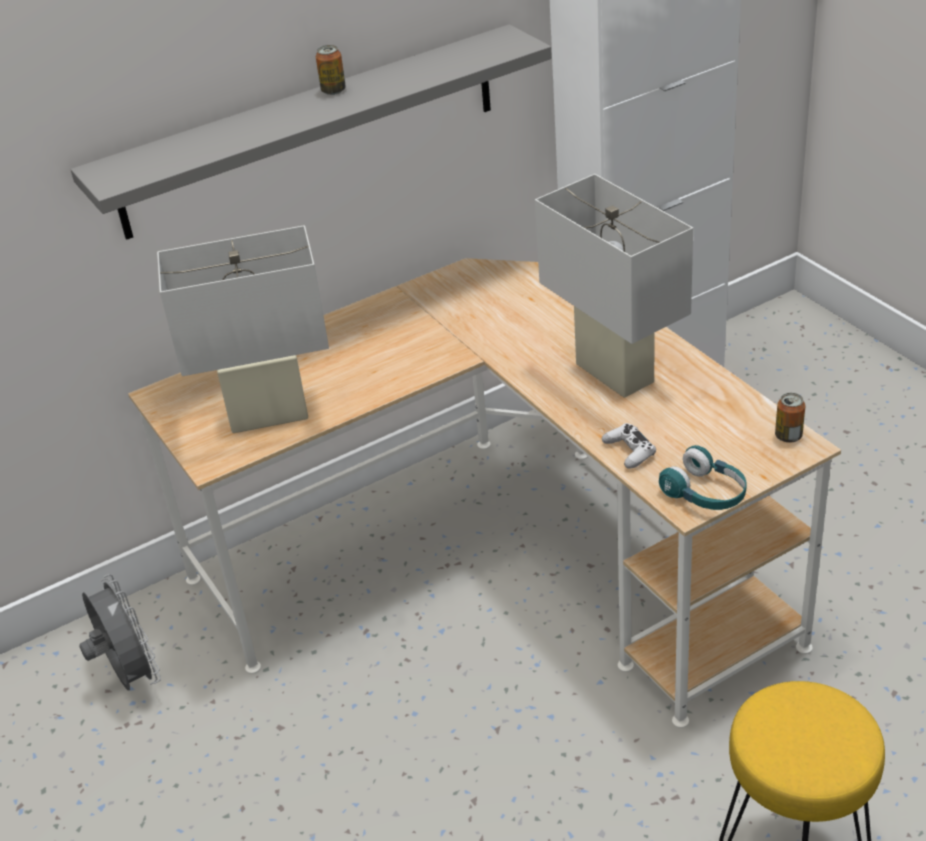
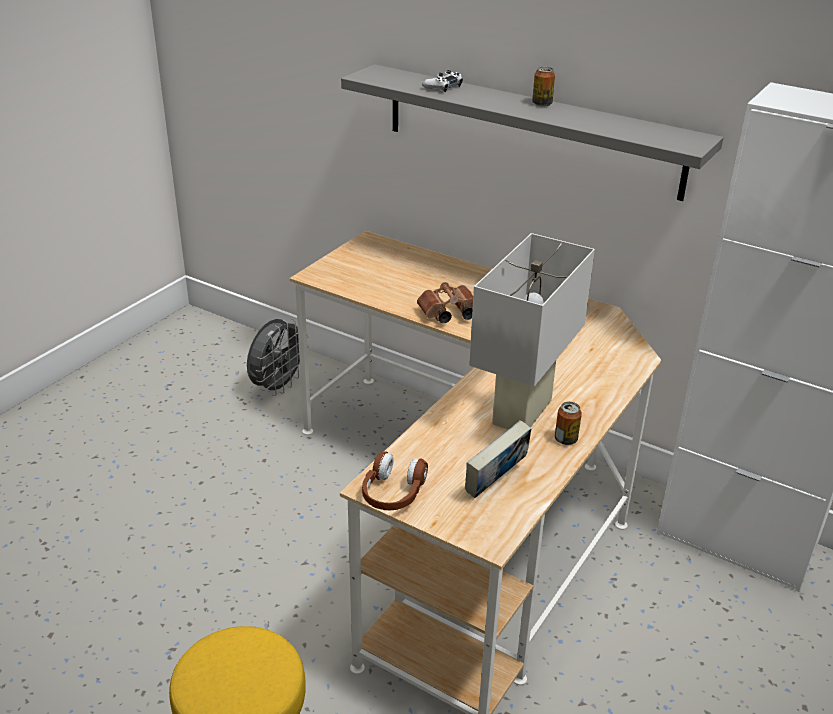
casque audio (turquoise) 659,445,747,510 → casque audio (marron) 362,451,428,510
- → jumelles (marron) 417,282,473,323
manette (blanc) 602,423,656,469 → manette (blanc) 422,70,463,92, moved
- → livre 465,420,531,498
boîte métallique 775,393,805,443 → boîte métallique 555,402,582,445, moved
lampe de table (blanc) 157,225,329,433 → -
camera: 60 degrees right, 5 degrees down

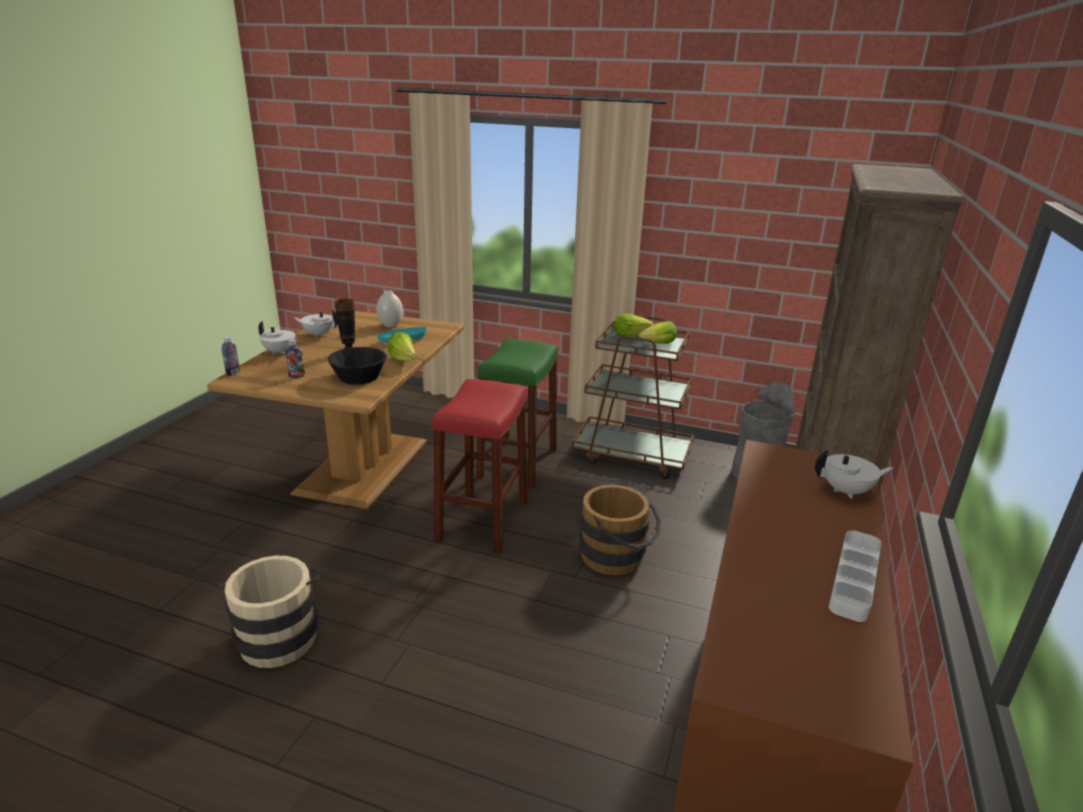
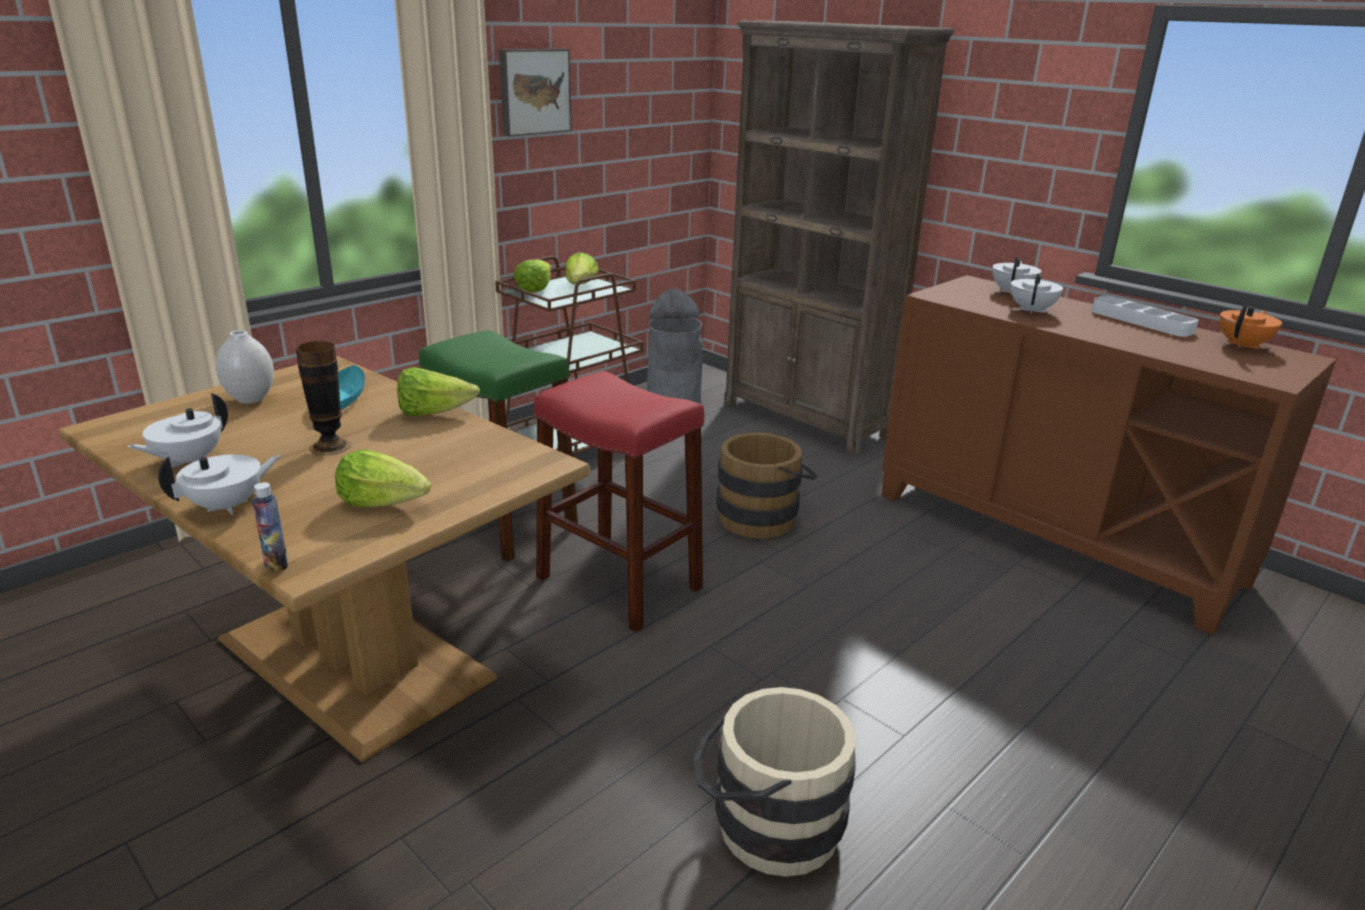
bouteille 285,339,305,378 → laitue 335,449,431,507
- → tableau 499,49,572,137
- → théière (blanc) 1011,274,1063,314
- → théière (orange) 1219,304,1282,350
bol (noir) 327,347,387,385 → -
camera: 65 degrees left, 0 degrees up

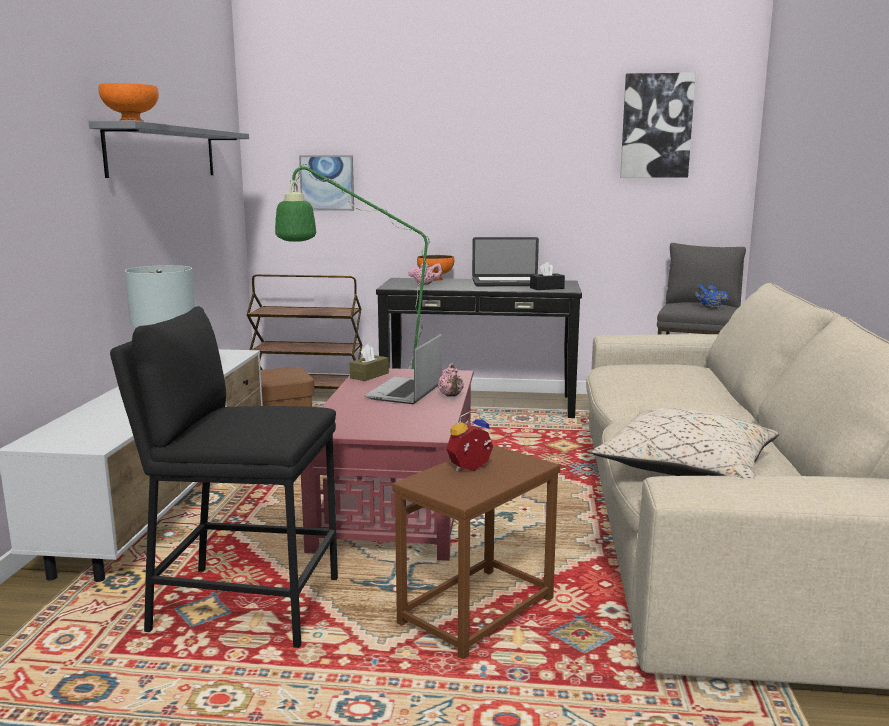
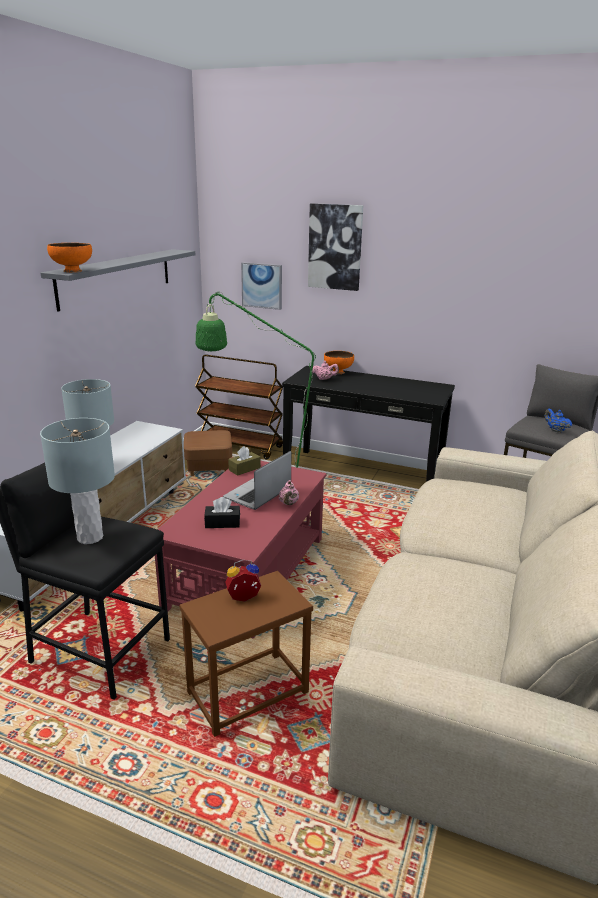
- → lampe de table (gris) 40,418,115,544
boîte à mouchoirs (noir) 530,262,565,290 → boîte à mouchoirs (noir) 204,497,240,528, moved
tableau 620,73,696,178 → tableau 308,203,364,291, moved
ordinateur portable 472,237,539,286 → -
coussin (beige) 592,408,779,479 → -
camera: 15 degrees right, 10 degrees up

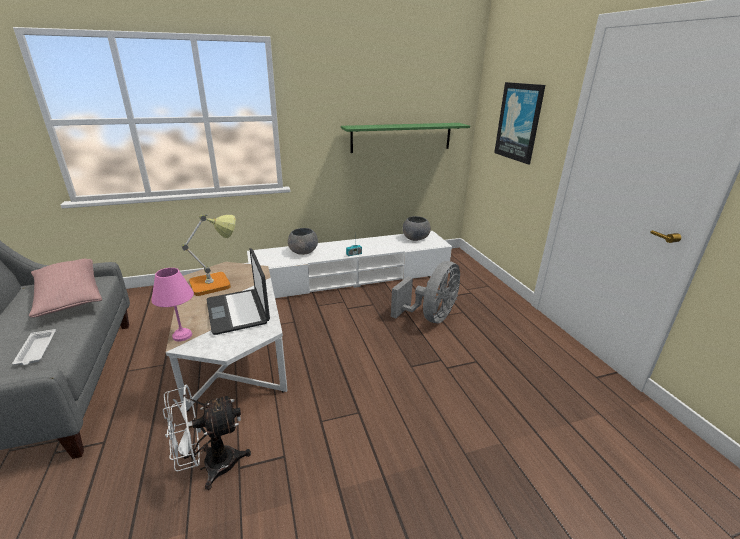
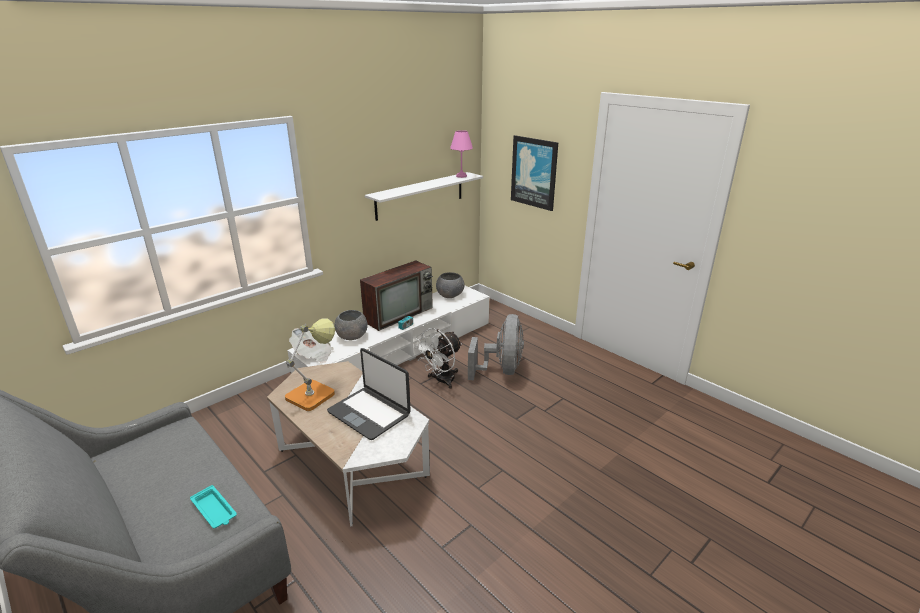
plateau (blanc) 12,329,56,365 → plateau (turquoise) 190,485,237,528
- → journal 289,328,334,363
- → téléviseur 360,260,433,331
étagère (vert) 341,123,470,153 → étagère (blanc) 365,172,483,221
ventilateur (blanc) 163,385,251,490 → ventilateur (blanc) 414,328,462,389, moved
lampe de table (rose) 151,268,194,341 → lampe de table (rose) 450,130,473,178, moved
coussin (rose) 29,259,102,318 → -
camera: 25 degrees left, 0 degrees up

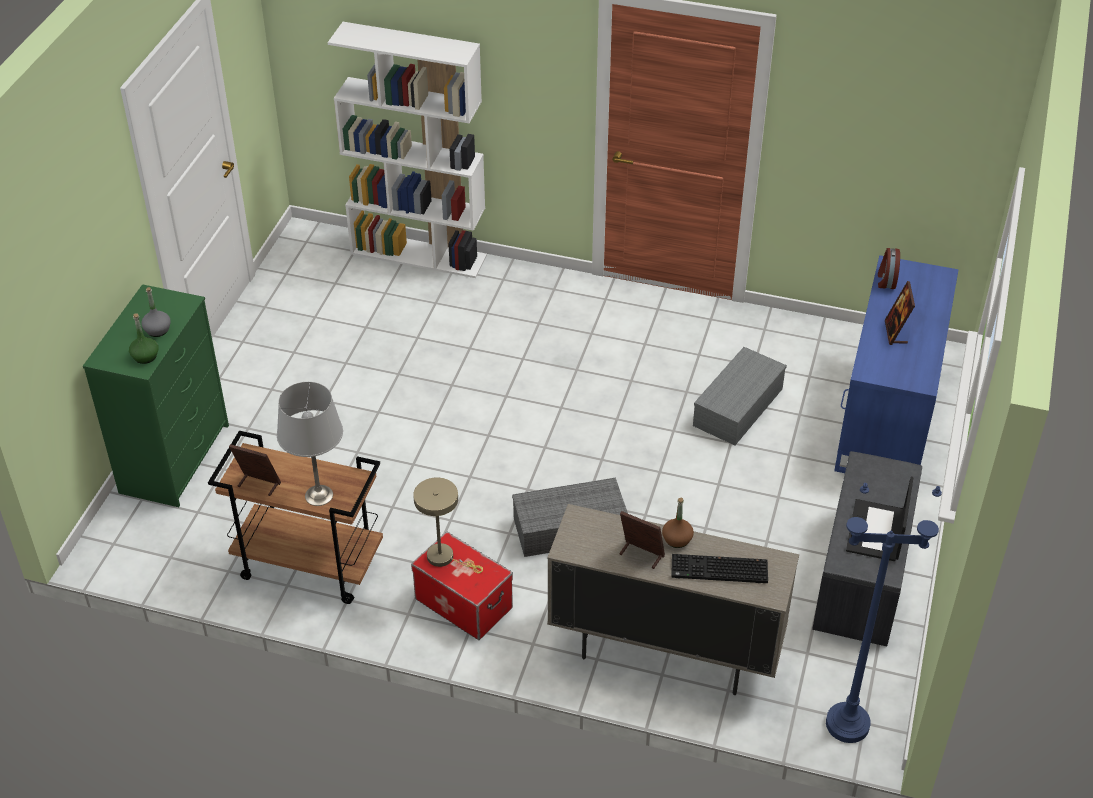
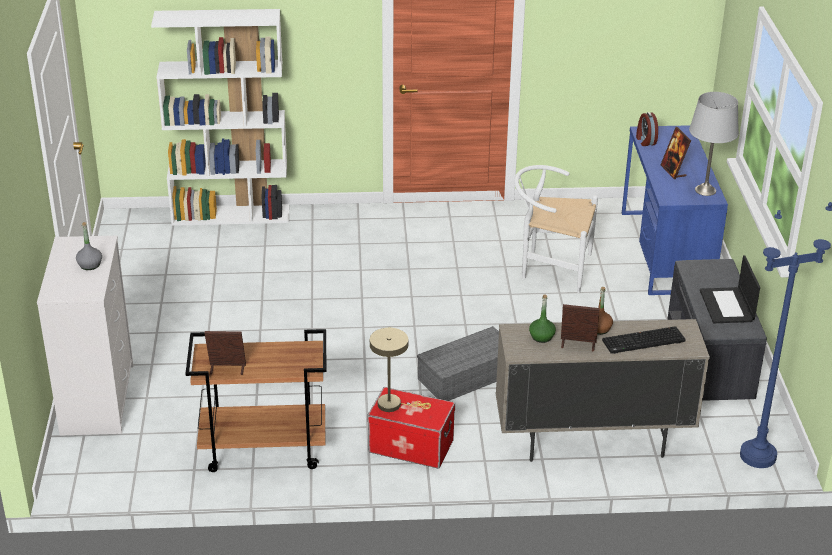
commode (vert) 83,284,229,507 → commode (blanc) 37,236,133,436
boîte de rangement (gris) 693,347,787,445 → chaise (blanc) 514,165,598,293
bouteille (vert) 129,313,158,364 → bouteille (vert) 529,295,556,343, moved
lampe de table (gris) 277,382,343,506 → lampe de table (gris) 689,92,739,196, moved
camera: 20 degrees left, 10 degrees down

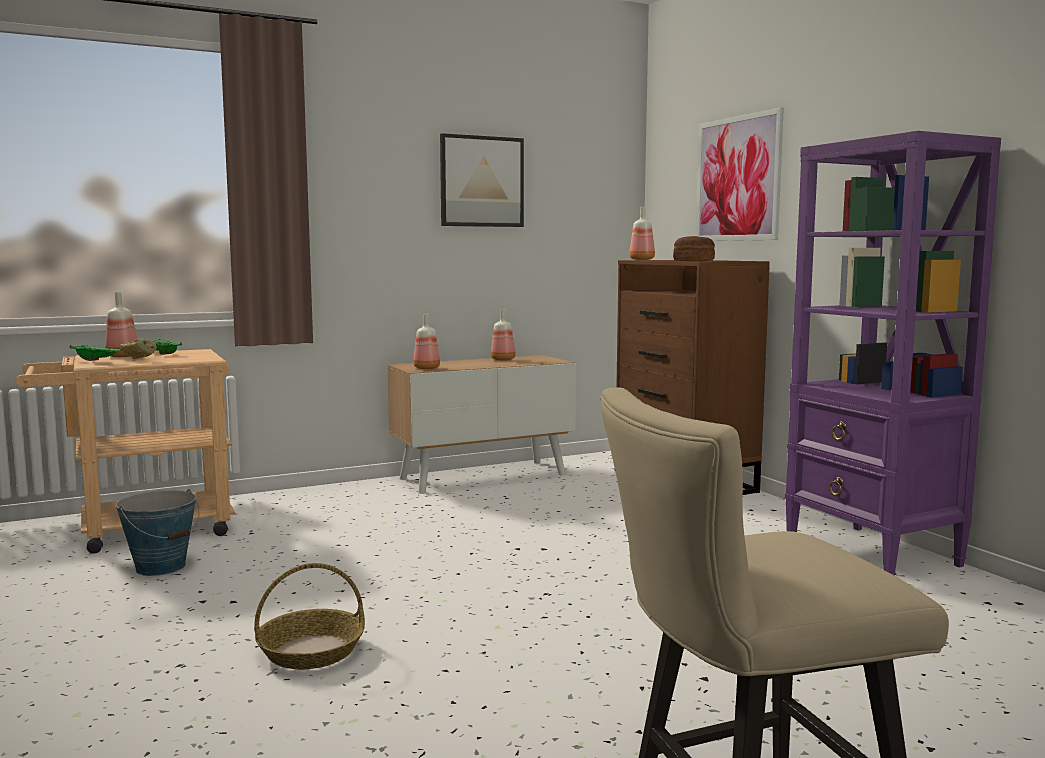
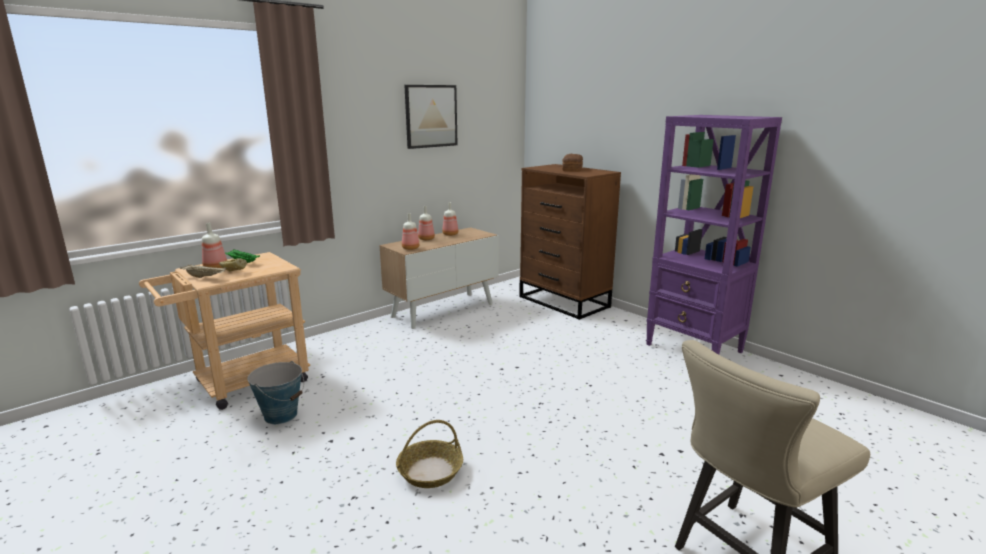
plateau (vert) 69,345,122,361 → plateau (beige) 180,264,226,278
bouteille 629,207,655,260 → bouteille 418,206,435,240, moved
tableau 696,107,784,241 → -
camera: 15 degrees left, 10 degrees up

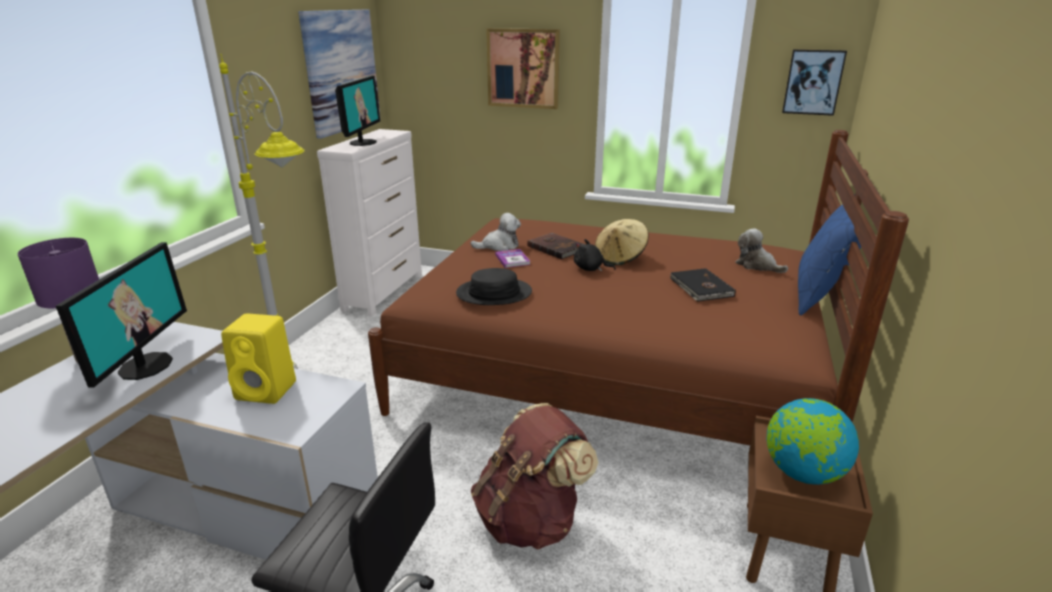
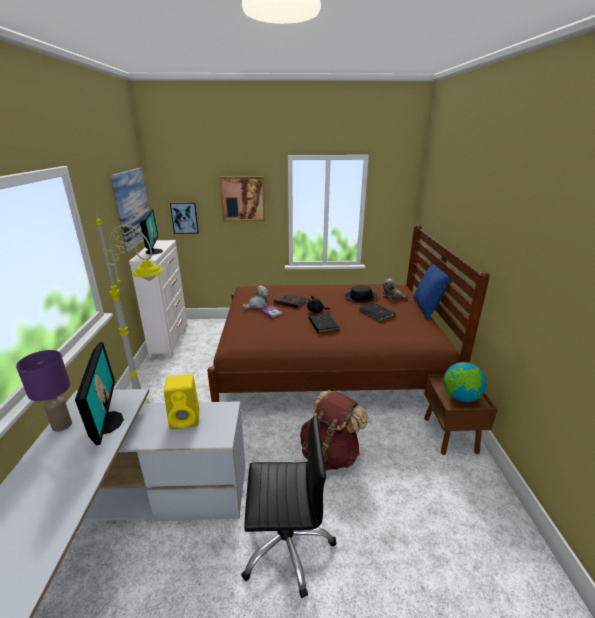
tableau 782,49,847,116 → tableau 170,202,199,234, moved
- → livre (noir) 309,313,340,333
chapeau (noir) 456,268,532,305 → chapeau (noir) 344,285,378,303, moved
chapeau (beige) 595,219,649,265 → -
camera: 20 degrees left, 0 degrees up

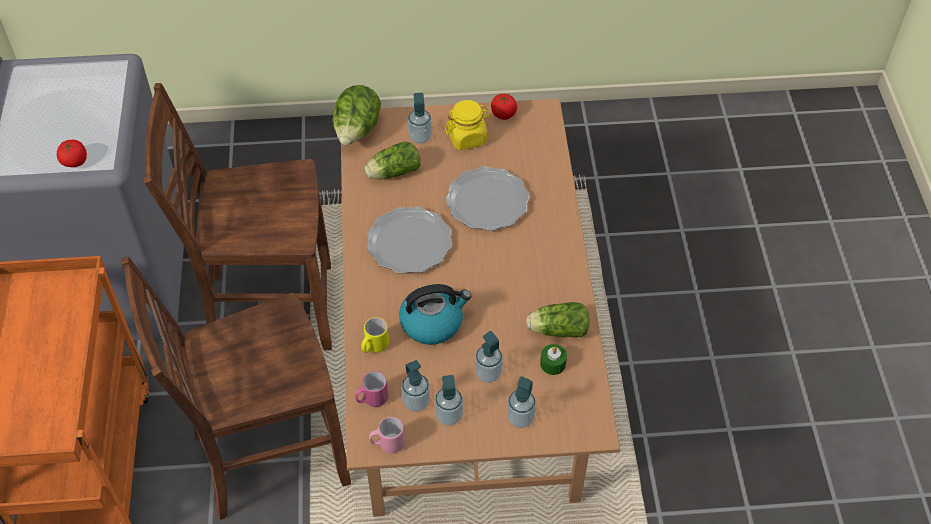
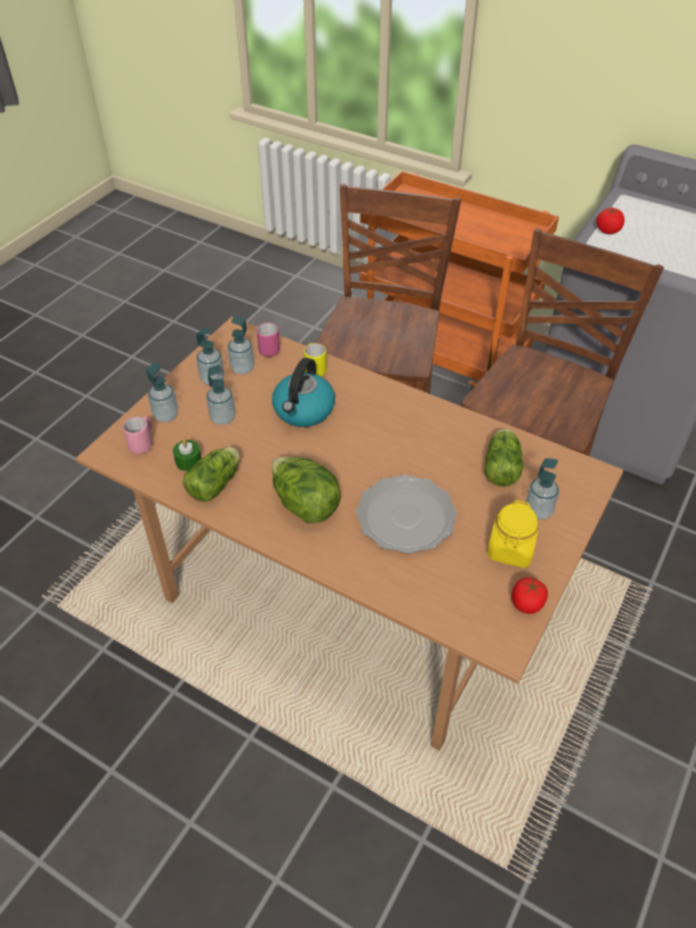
mug (rose) 369,417,405,453 → mug (rose) 123,416,152,454, moved
laitue 332,85,381,145 → laitue 271,457,341,523, moved
assiette 367,206,452,274 → -
camera: 125 degrees right, 5 degrees down

